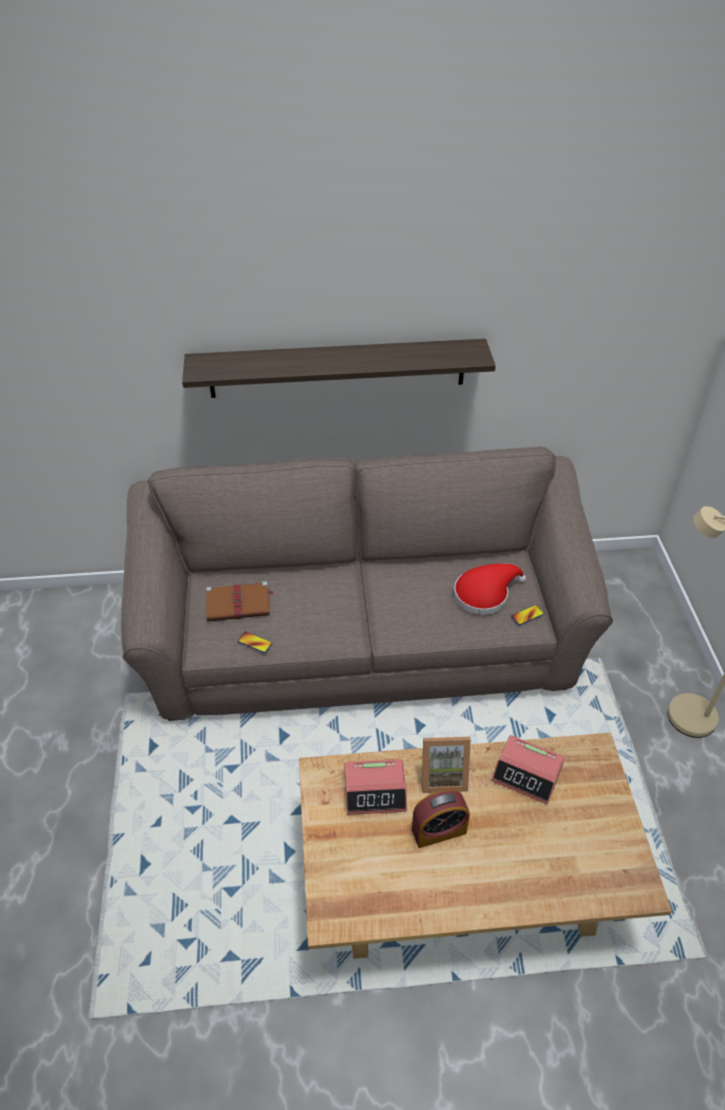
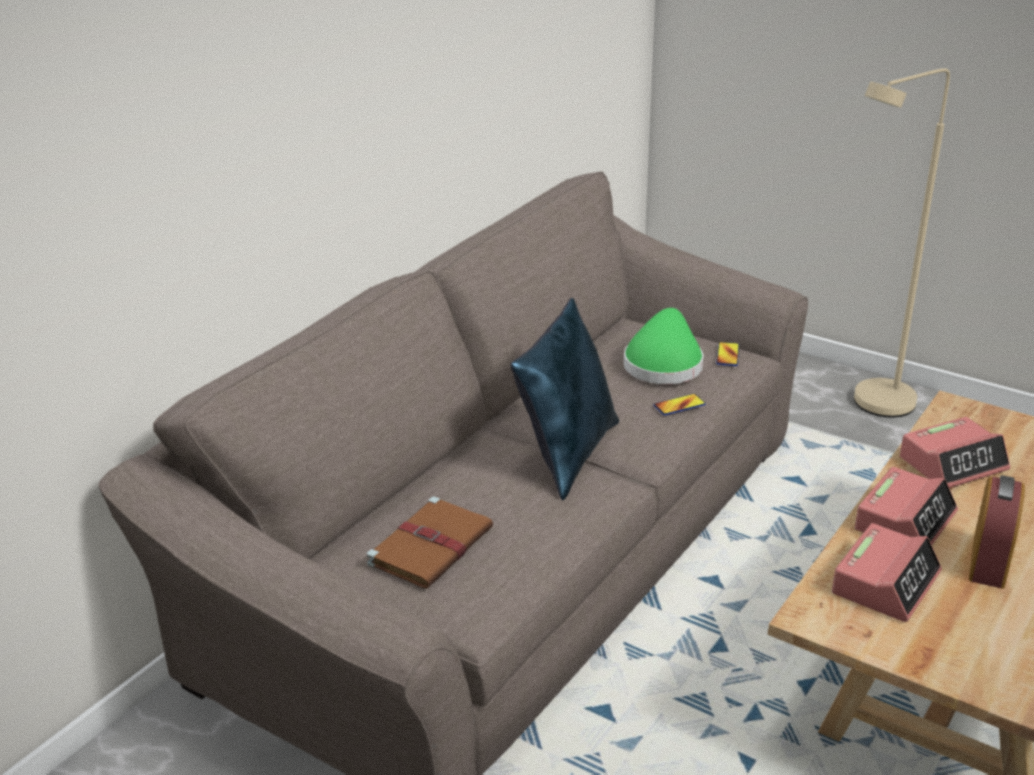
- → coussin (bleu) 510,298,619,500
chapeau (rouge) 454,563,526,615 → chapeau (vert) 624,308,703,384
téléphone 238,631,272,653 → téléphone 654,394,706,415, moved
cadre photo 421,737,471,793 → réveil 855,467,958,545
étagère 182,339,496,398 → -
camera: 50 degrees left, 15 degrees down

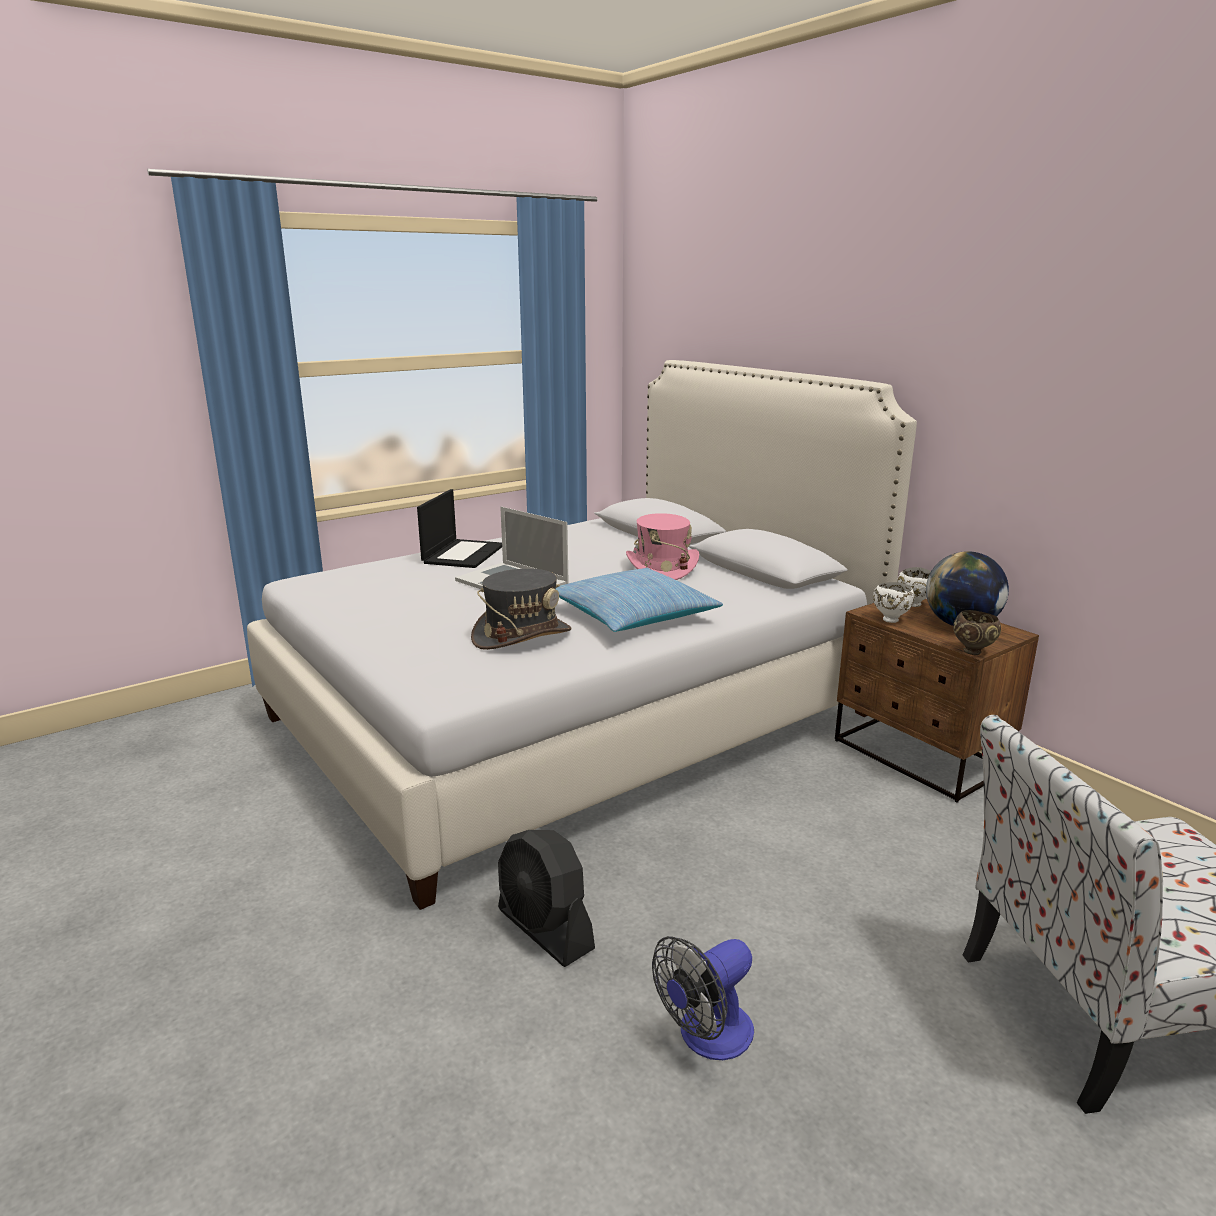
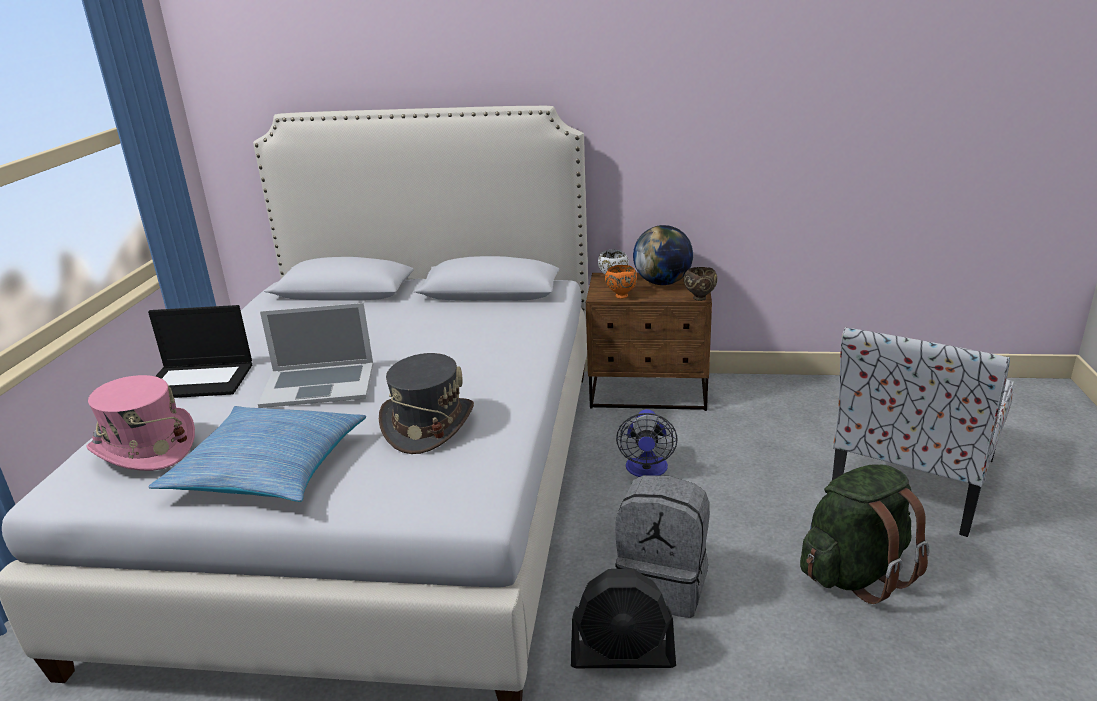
chapeau (rose) 626,513,699,580 → chapeau (rose) 86,375,195,471, moved
ordinateur portable 417,489,502,568 → ordinateur portable 148,305,252,398, 120 degrees clockwise
coussin 556,567,723,632 → coussin 148,406,366,502, moved
bol (blanc) 873,582,915,623 → bol (orange) 605,265,637,299
- → sac à dos (gris) 615,475,710,618
ventilateur 652,936,754,1060 → ventilateur 616,409,678,477, moved
- → sac à dos (vert) 800,464,929,604
camera: 45 degrees left, 5 degrees up

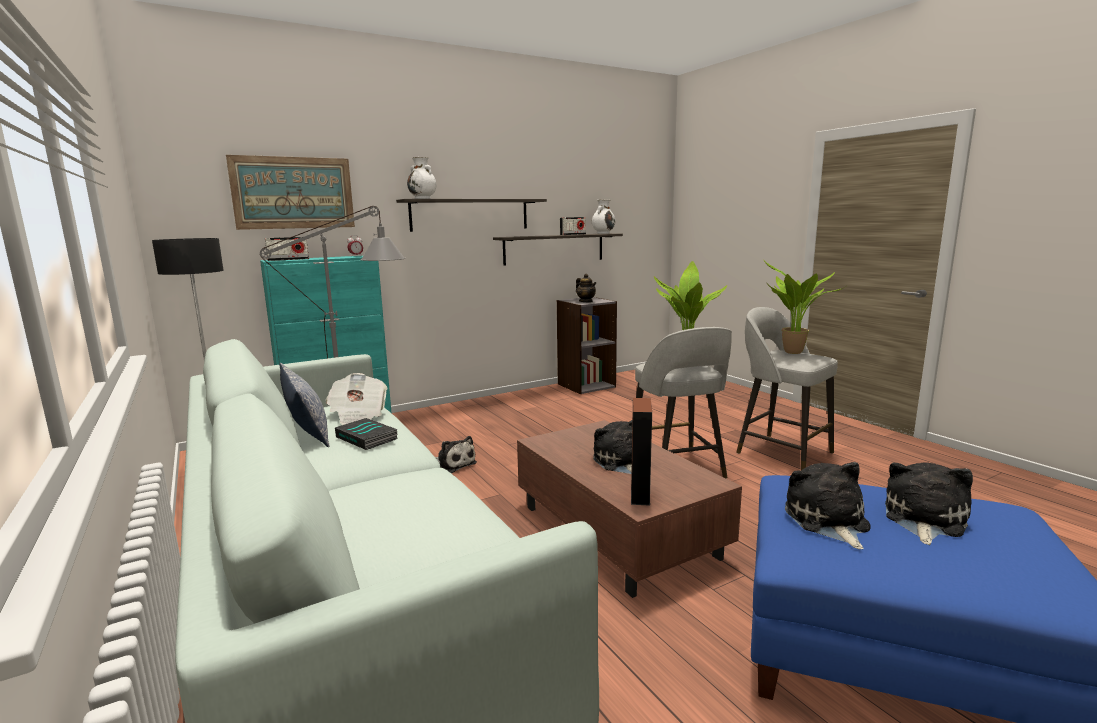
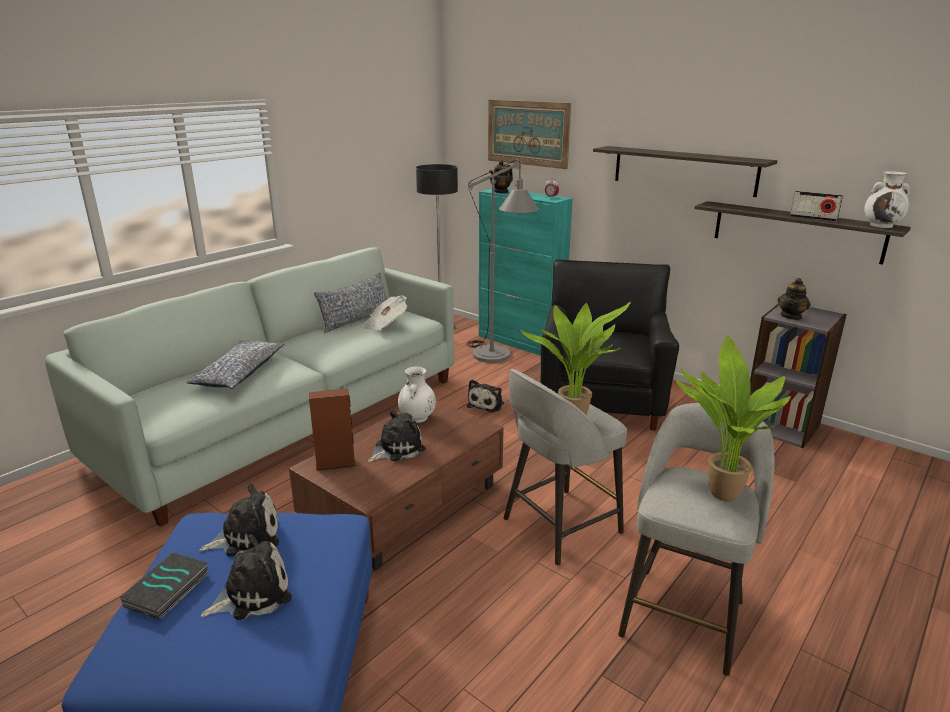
livre 335,418,398,450 → livre 120,553,209,620, moved
- → coussin 186,340,284,389
peluche 885,462,973,545 → peluche 201,534,292,620, 45 degrees counterclockwise
vase (blanc) 407,157,436,199 → vase (blanc) 398,367,436,423, moved
radio 265,237,309,261 → théière 489,160,513,193
- → fauteuil (noir) 540,259,679,431
camera: 70 degrees right, 10 degrees up

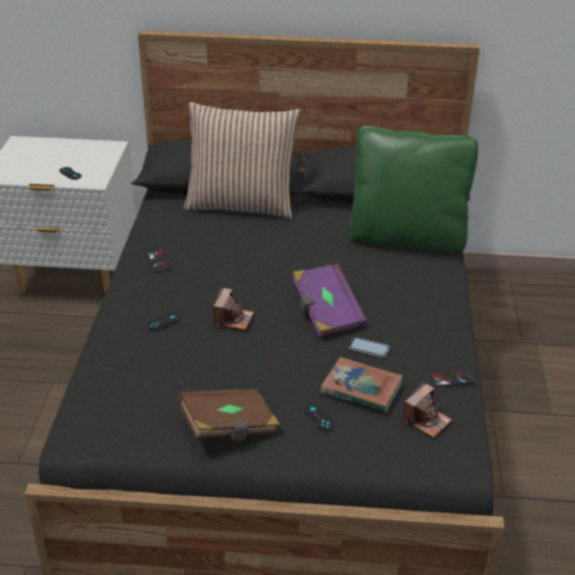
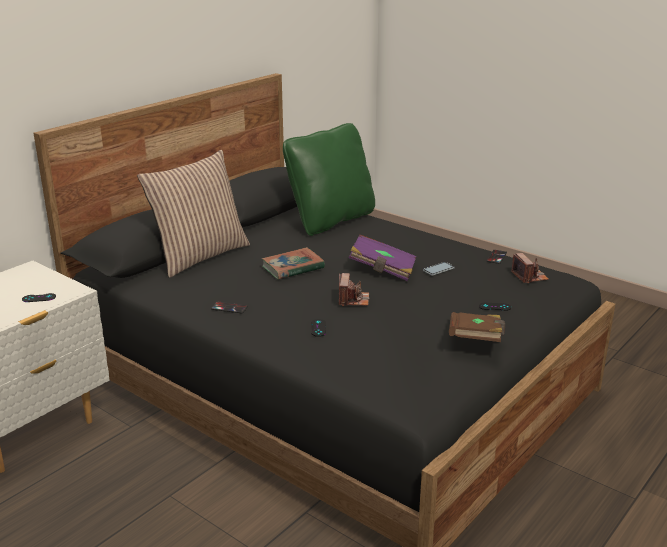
livre 320,357,403,414 → livre 262,247,325,279, moved
appareil photo 213,288,254,330 → appareil photo 339,273,369,306, 45 degrees clockwise
camera: 55 degrees left, 10 degrees down

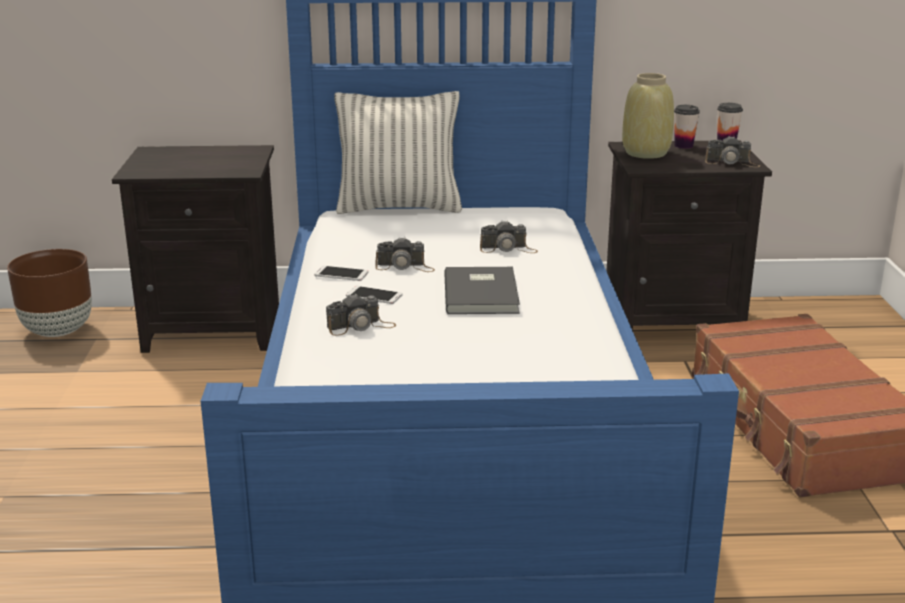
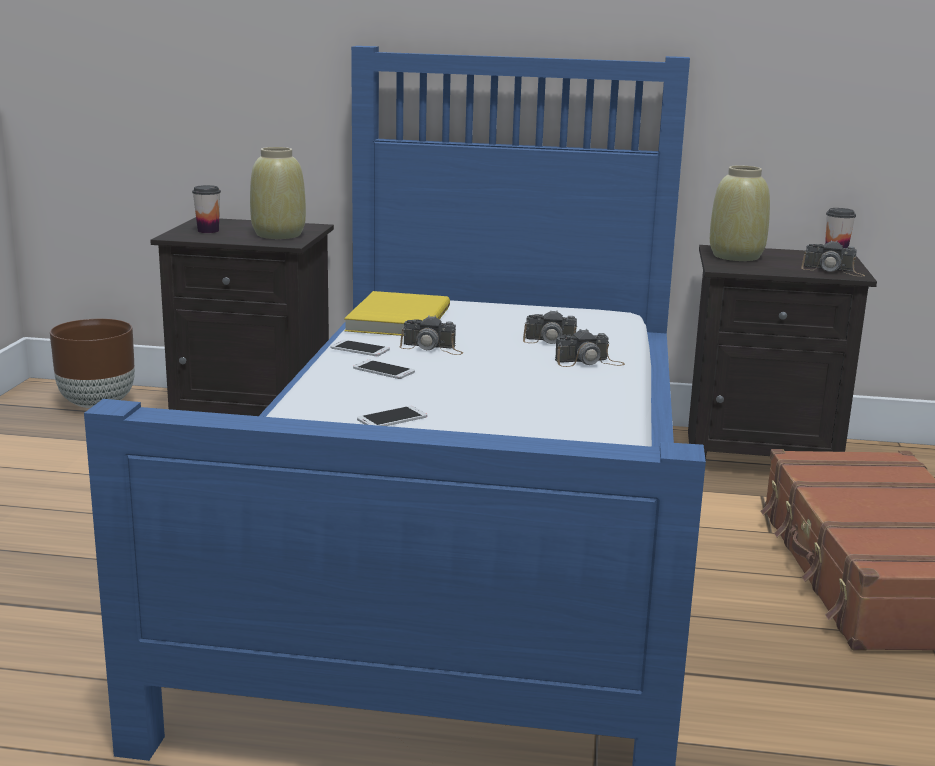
tasse 674,105,700,149 → tasse 192,185,221,233, moved
- → vase (beige) 250,147,306,239
- → livre (jaune) 344,291,450,336
- → téléphone 357,406,427,426
appareil photo 326,293,396,336 → appareil photo 555,328,625,367, moved
coussin 334,91,462,214 → -
livre (gris) 444,267,520,314 → -
camera: 10 degrees right, 5 degrees down

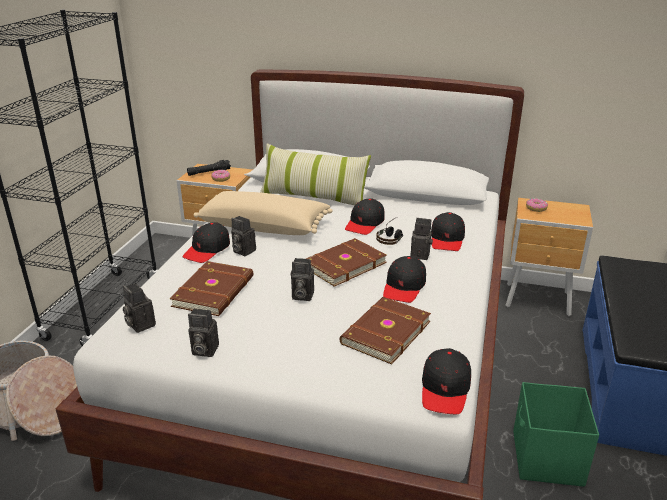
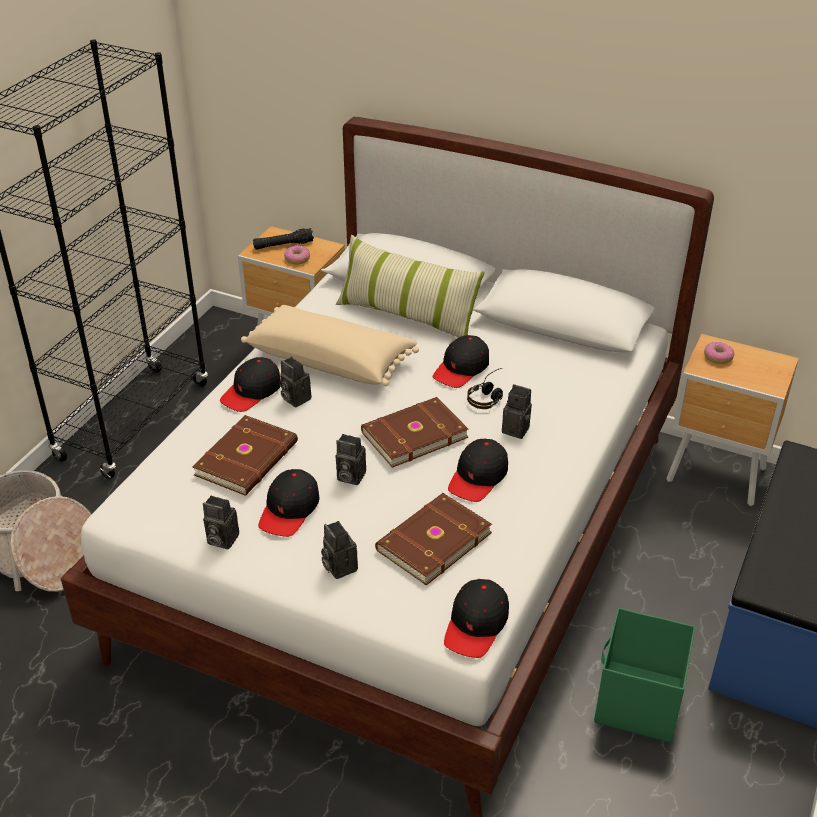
casquette (noir) 431,212,465,251 → casquette (noir) 258,469,320,537, moved
appareil photo 123,283,156,333 → appareil photo 321,521,358,579, moved
camera: 10 degrees right, 10 degrees up

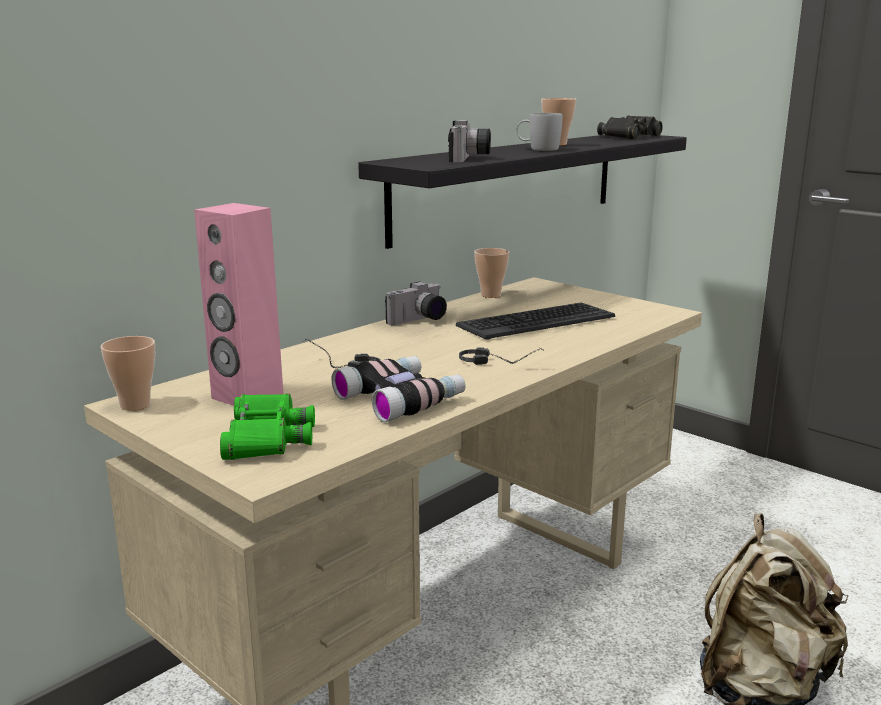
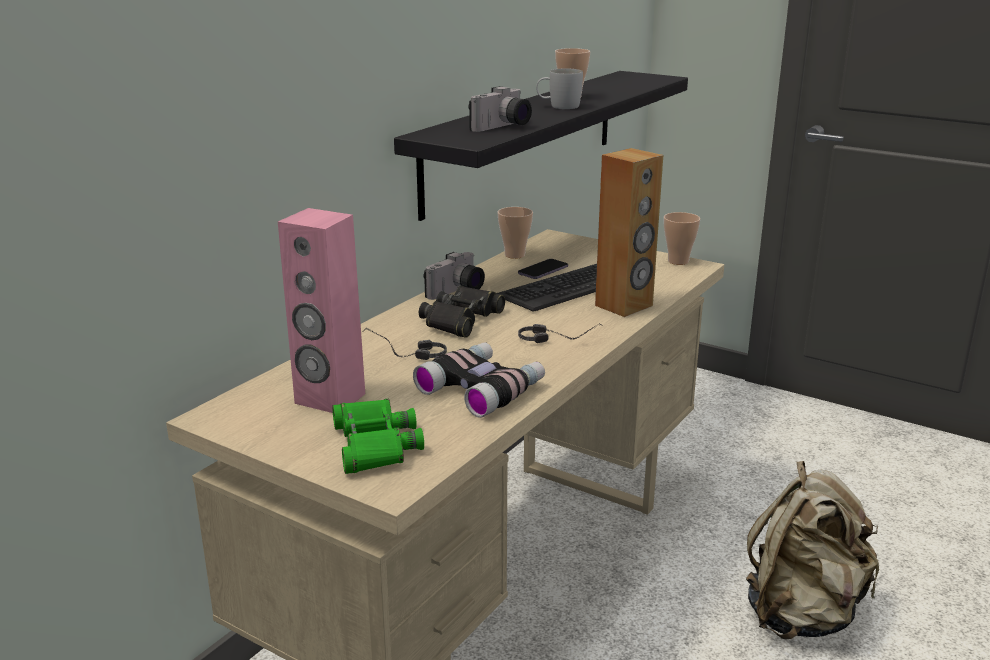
jumelles (noir) 597,115,663,139 → jumelles (noir) 419,286,505,338, moved
appareil photo 448,120,491,162 → appareil photo 468,86,532,132, 45 degrees clockwise
- → téléphone 518,259,568,279
- → enceinte (marron) 595,148,663,317
tasse 101,336,155,411 → tasse 664,212,700,265, moved
camera: 10 degrees left, 5 degrees up

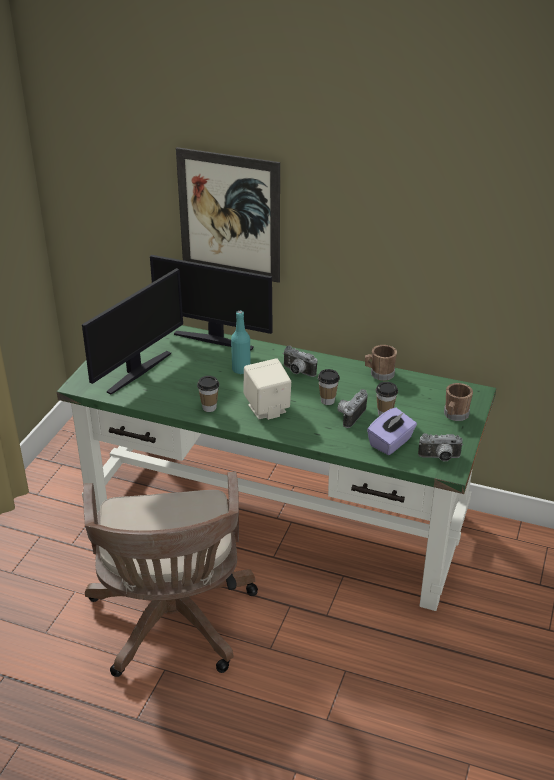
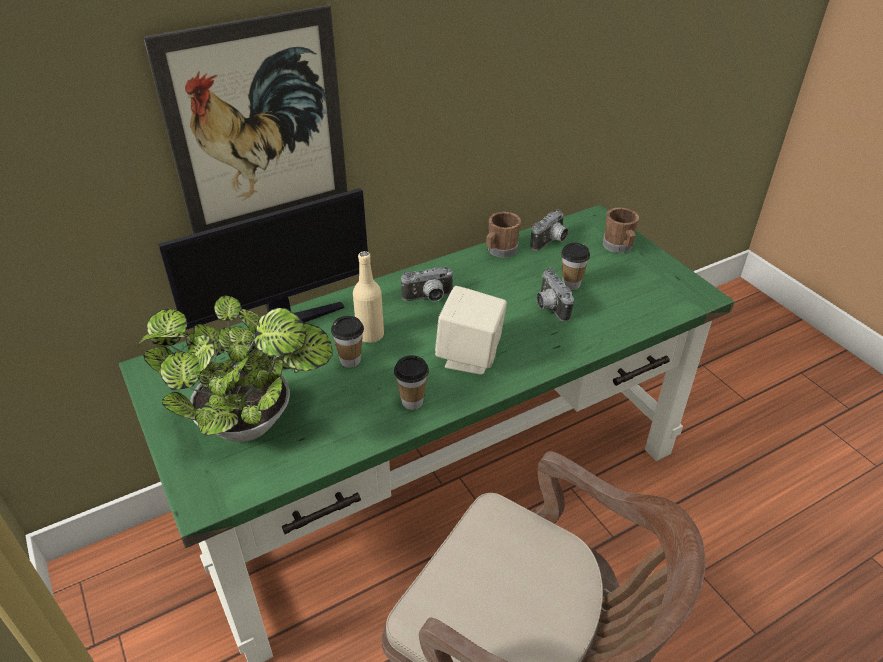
écran d'ordinateur 82,268,183,395 → plante en pot 138,295,332,442
tasse 318,369,340,405 → tasse 331,316,364,368, moved
bouteille (turquoise) 231,311,251,374 → bouteille (beige) 353,251,384,343
appareil photo 418,433,463,462 → appareil photo 530,209,568,251, moved
boîte à mouchoirs (violet) 367,408,417,455 → -
camera: 50 degrees left, 5 degrees up

